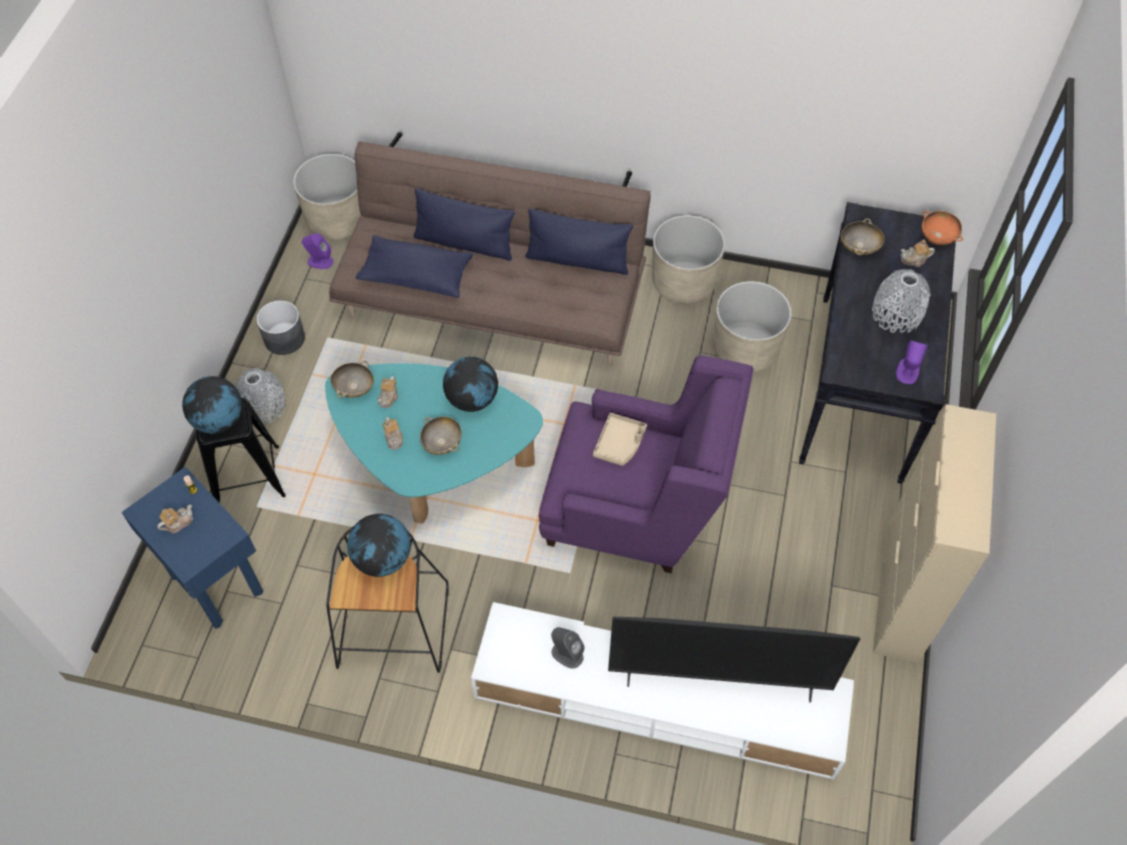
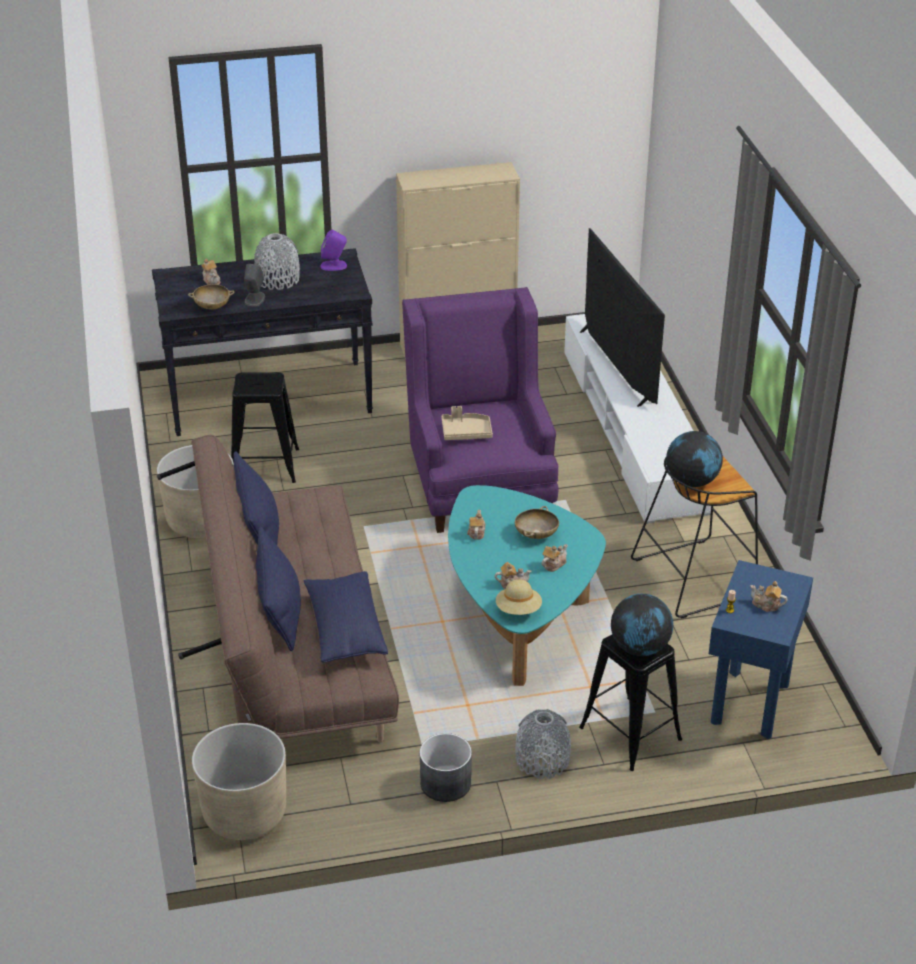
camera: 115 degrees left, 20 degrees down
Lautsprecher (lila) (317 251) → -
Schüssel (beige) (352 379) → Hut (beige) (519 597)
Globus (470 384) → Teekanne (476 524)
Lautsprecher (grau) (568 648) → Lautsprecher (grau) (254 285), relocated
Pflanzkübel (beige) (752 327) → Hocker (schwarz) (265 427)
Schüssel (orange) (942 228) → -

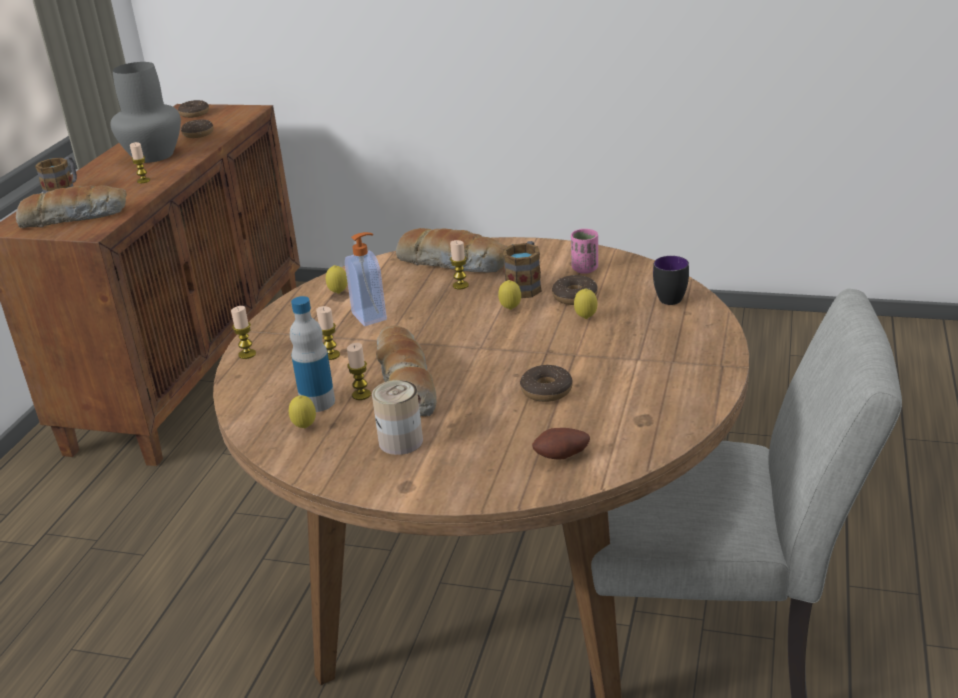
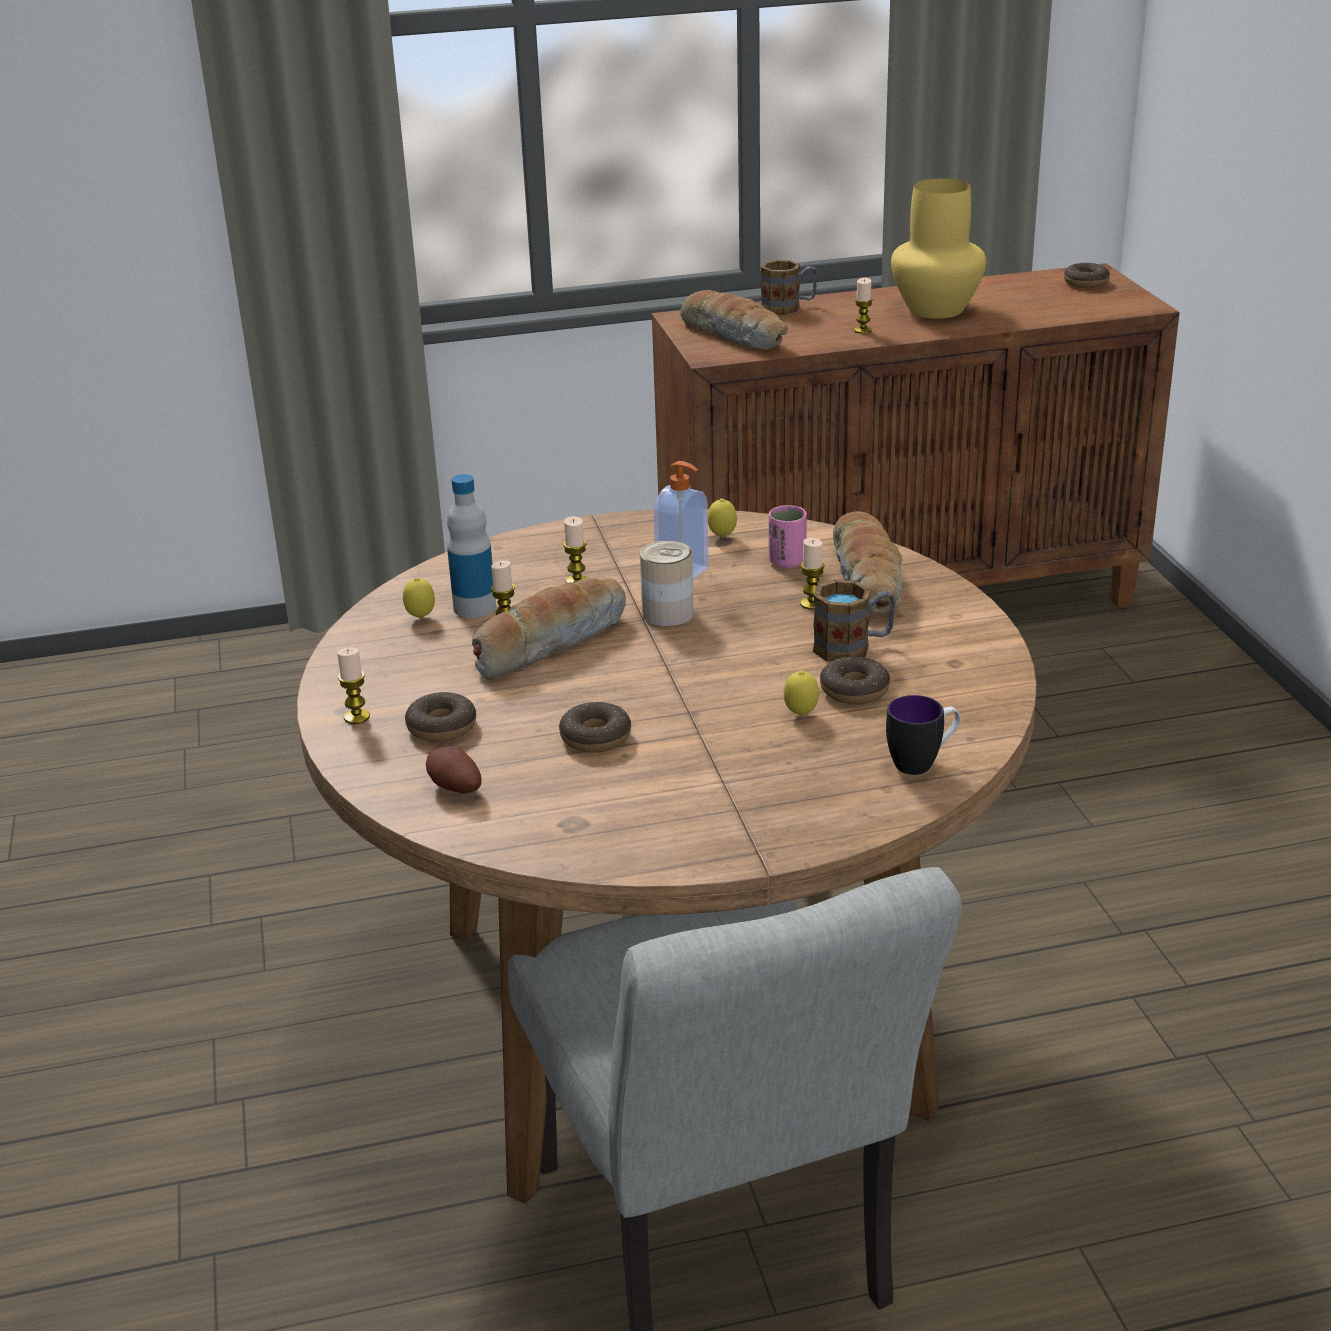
camera: 60 degrees right, 0 degrees up
Vase (grau) (145 112) → Vase (gelb) (938 248)
Donut (197 128) → Donut (440 717), relocated
Kerze (243 332) → Kerze (353 685), relocated
Dose (397 417) → Dose (667 583), relocated
Zitrone (509 295) → -
Tasse (rosa) (584 251) → Tasse (rosa) (788 536), relocated

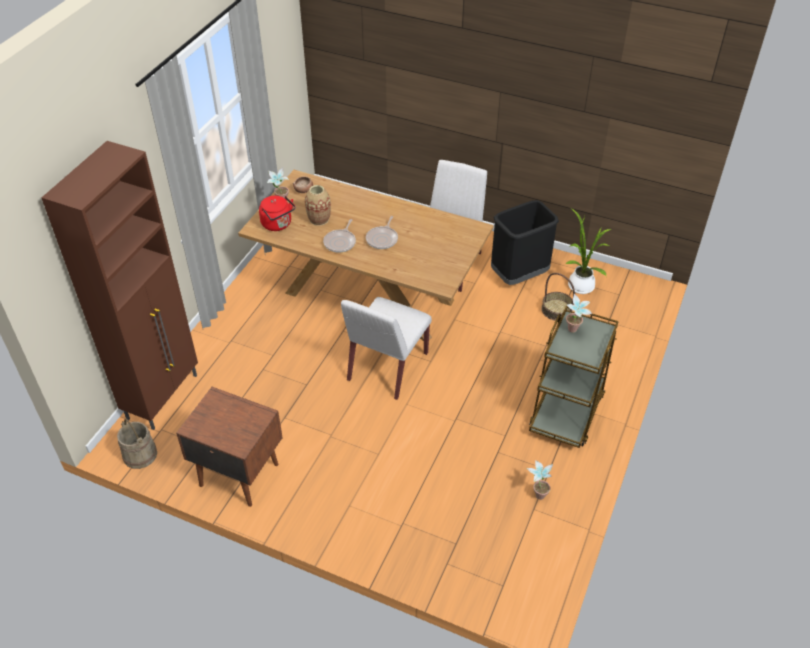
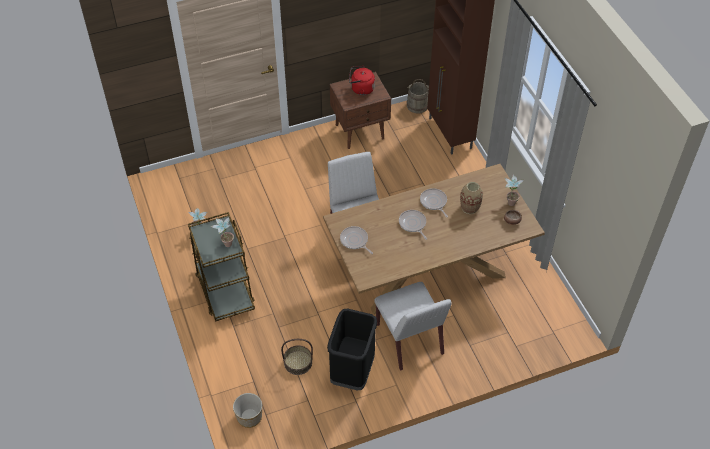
camera: 135 degrees right, 5 degrees up
Wasserkessel (rot) (277 213) → Wasserkessel (rot) (362 80), relocated
Topfpflanze (588 251) → -
- → Pflanzkübel (247 410)
- → Pfanne (356 240)

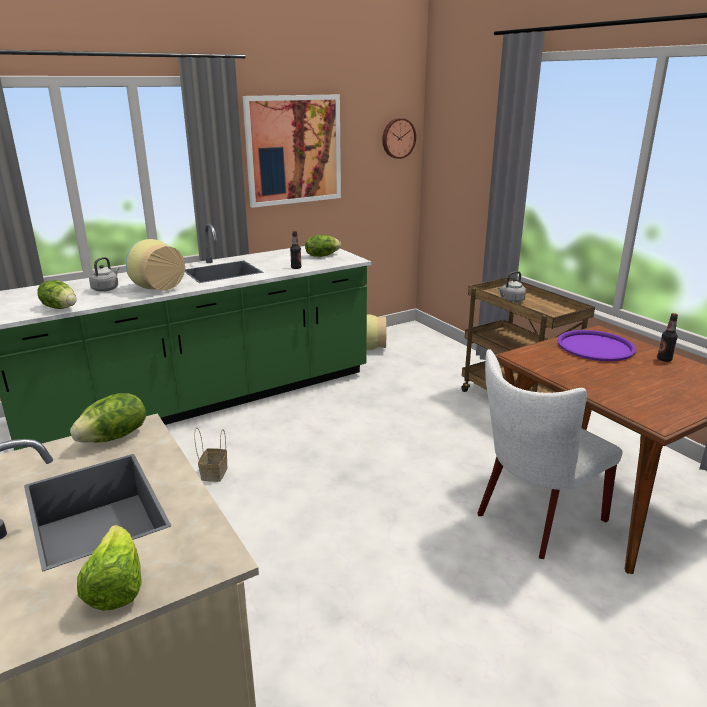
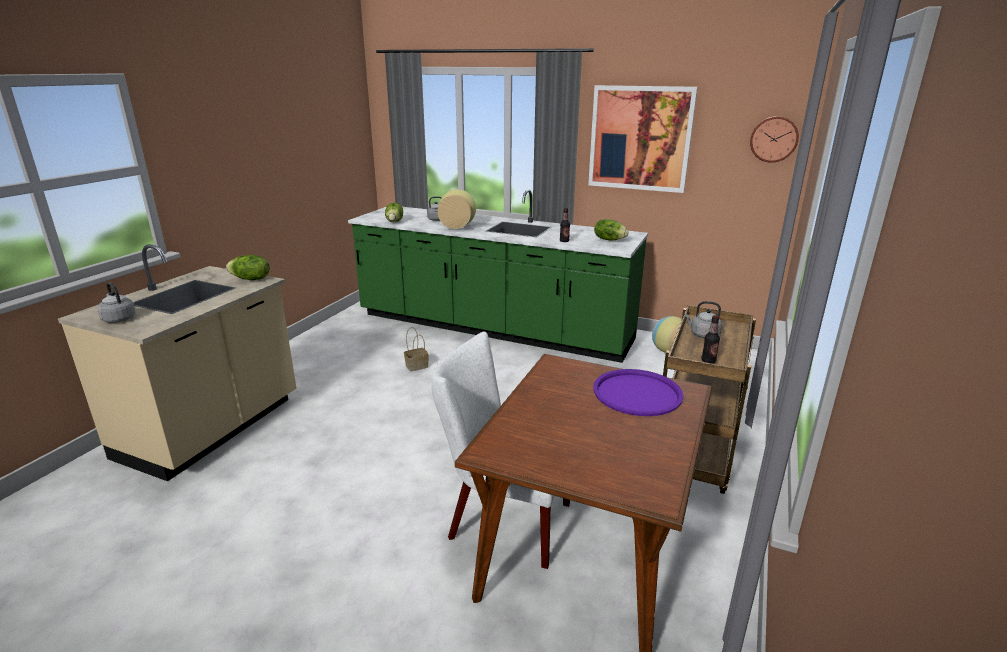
camera: 55 degrees right, 0 degrees up
Salatkopf (109 568) → Wasserkessel (grau) (116 302)
Flasche (667 337) → Flasche (710 339), relocated

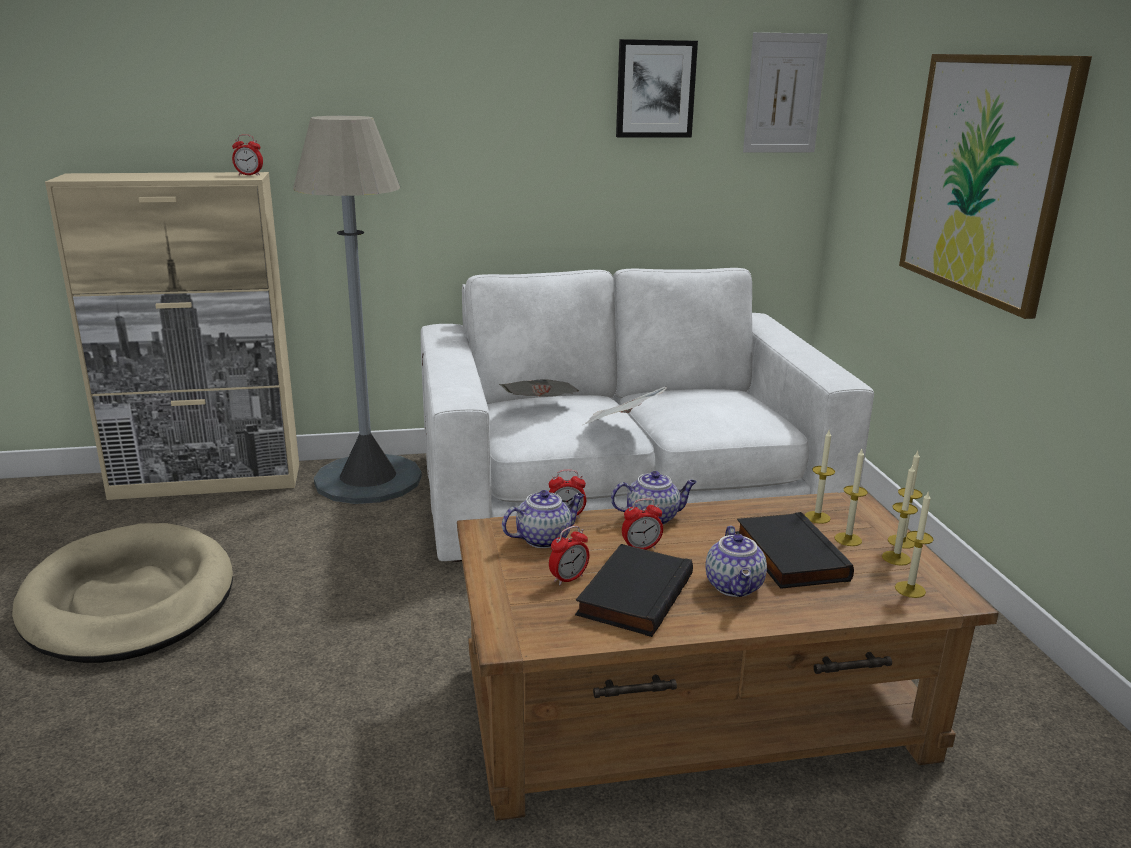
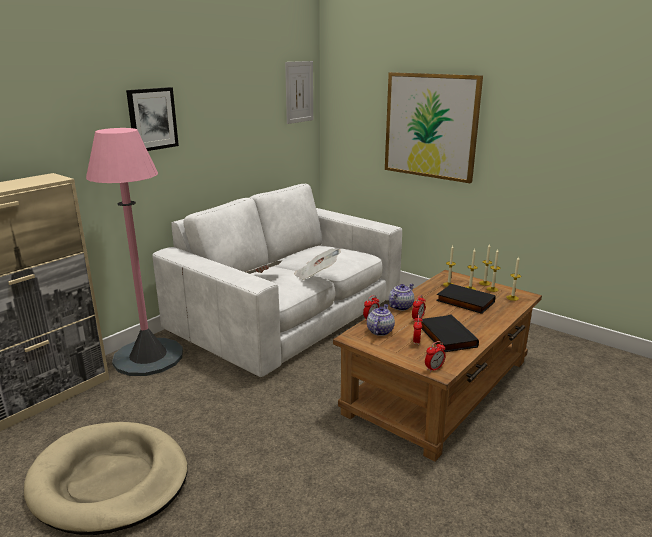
camera: 40 degrees left, 0 degrees up
Wecker (247 155) → Wecker (435 356), relocated
Stehlampe (grau) (357 310) → Stehlampe (rosa) (134 252)
Bild (657 88) → Bild (152 119), relocated
Teekanne (736 561) → -

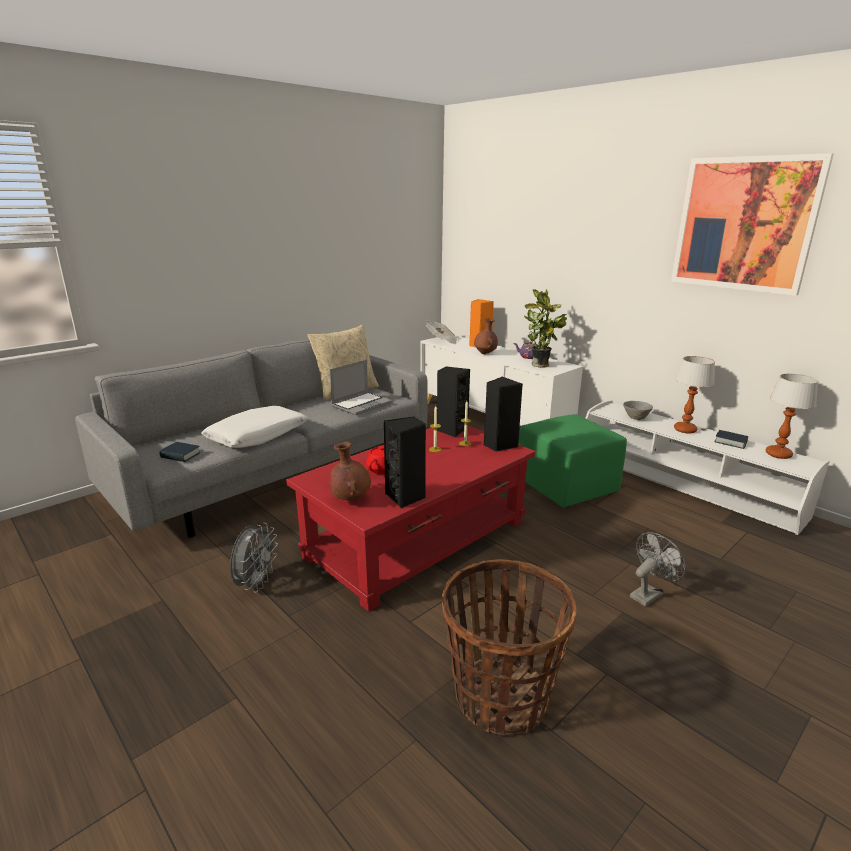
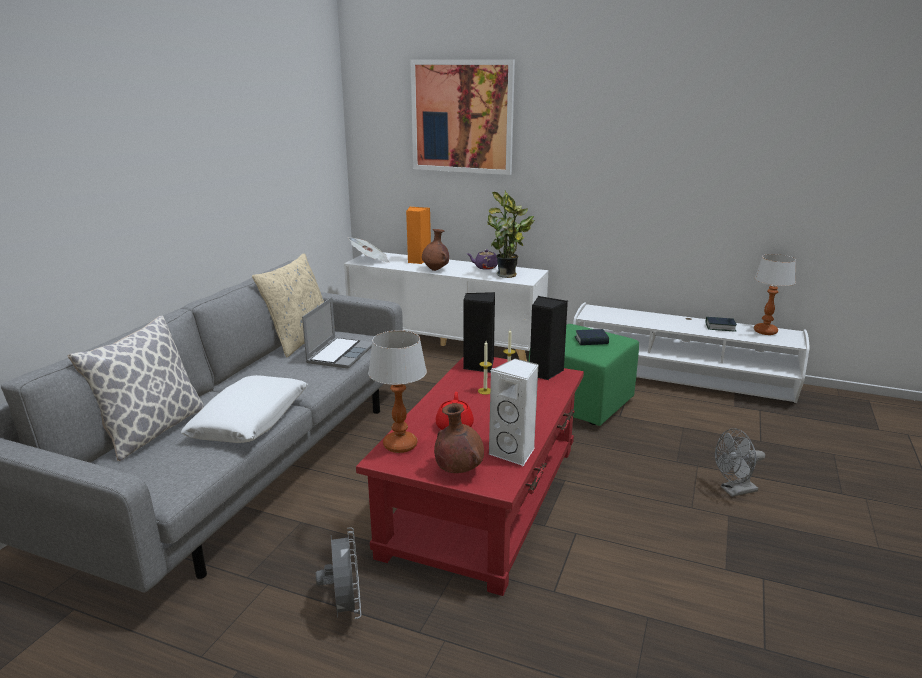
camera: 25 degrees left, 0 degrees up
Buch (180 452) → Buch (592 337), relocated
Lautsprecher (schwarz) (404 462) → Lautsprecher (weiß) (514 412)
Korb (509 647) → -
Schüssel (grau) (638 410) → -
Ventilator (grau) (658 569) → Ventilator (grau) (740 462), 135 degrees counterclockwise
Bild (752 224) → Bild (462 117), relocated
Tischlampe (694 395) → Tischlampe (397 391), relocated
- → Kissen (136 388)

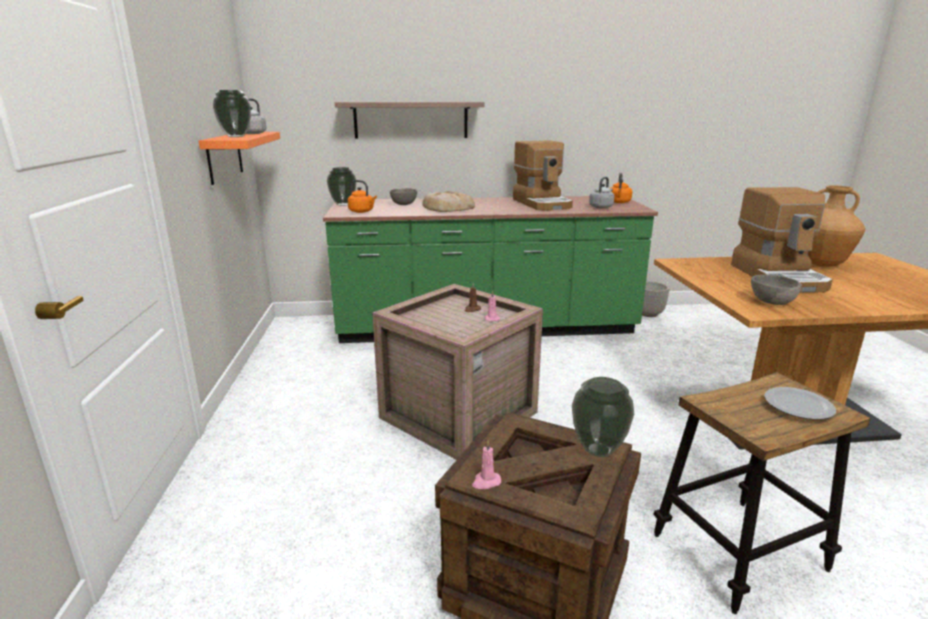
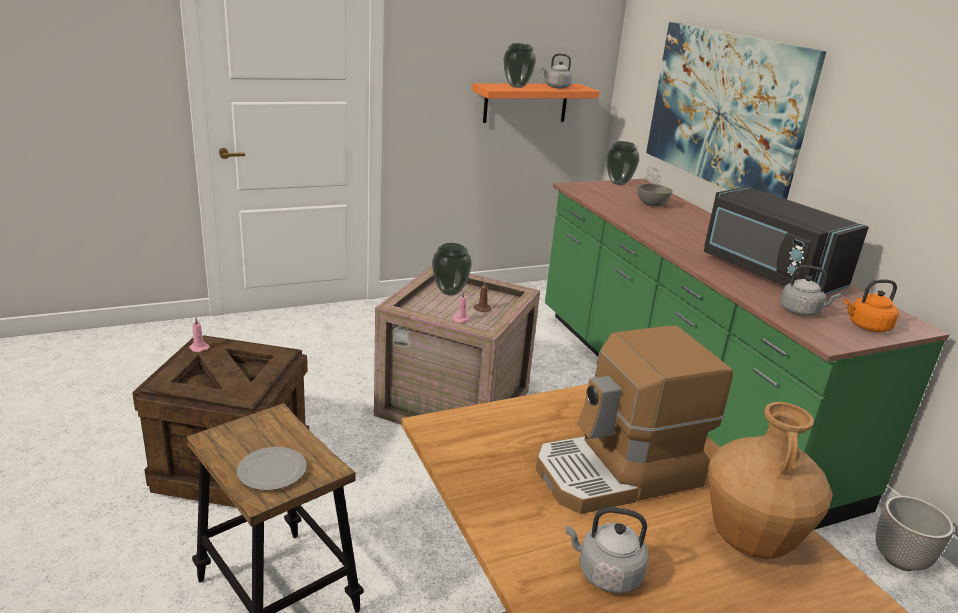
camera: 70 degrees right, 5 degrees up
Wandregal (409 120) → Bild (736 110)
Wasserkessel (orange) (362 196) → -
Brot (448 201) → -
Kaffeemaschine (543 175) → Mikrowelle (schwarz) (786 241)
Vase (603 417) → Vase (452 269), relocated
Schüssel (grau) (776 289) → -
- → Wasserkessel (grau) (607 550)

